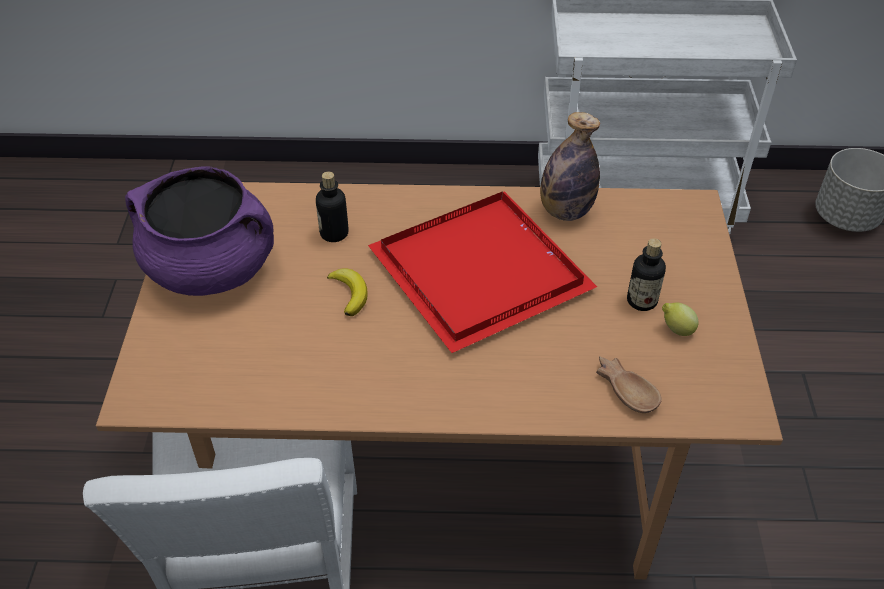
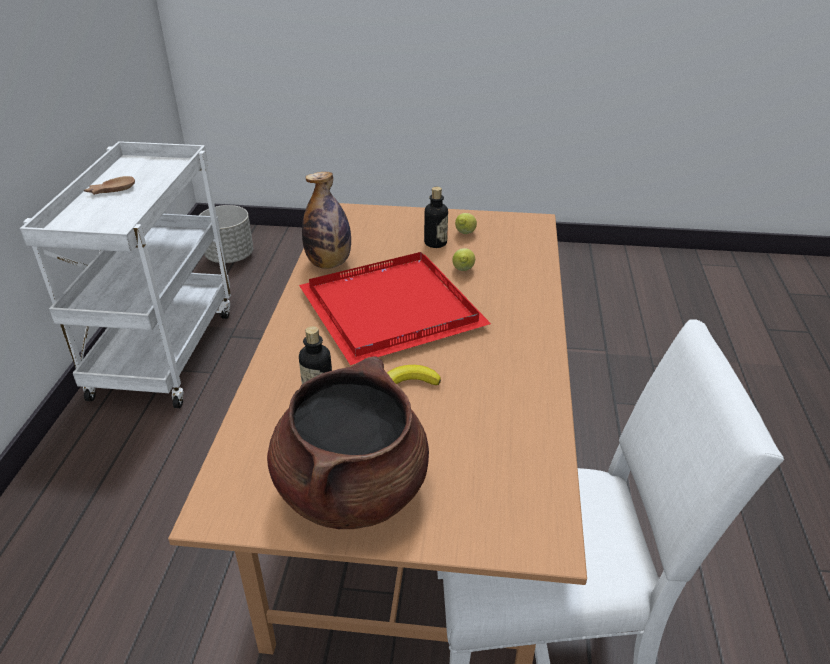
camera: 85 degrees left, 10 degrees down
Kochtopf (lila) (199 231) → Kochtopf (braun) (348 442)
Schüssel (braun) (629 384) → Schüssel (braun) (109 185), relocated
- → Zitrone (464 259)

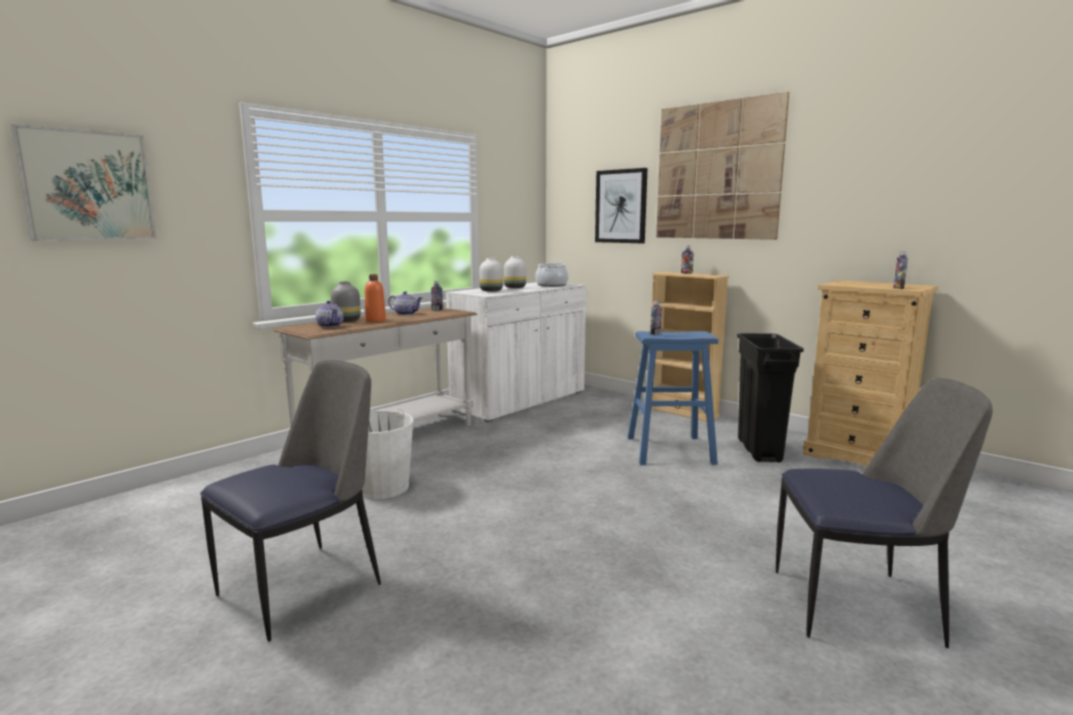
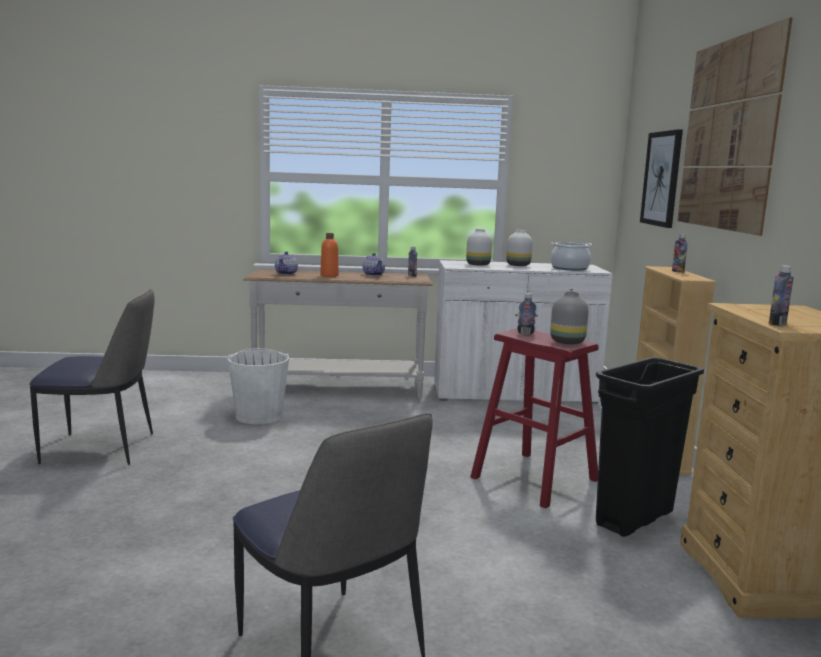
camera: 45 degrees right, 0 degrees up
Bild (83 182) → -
Vase (grau) (346 301) → Vase (grau) (569 317), relocated
Hocker (blau) (673 398) → Hocker (rot) (534 418)

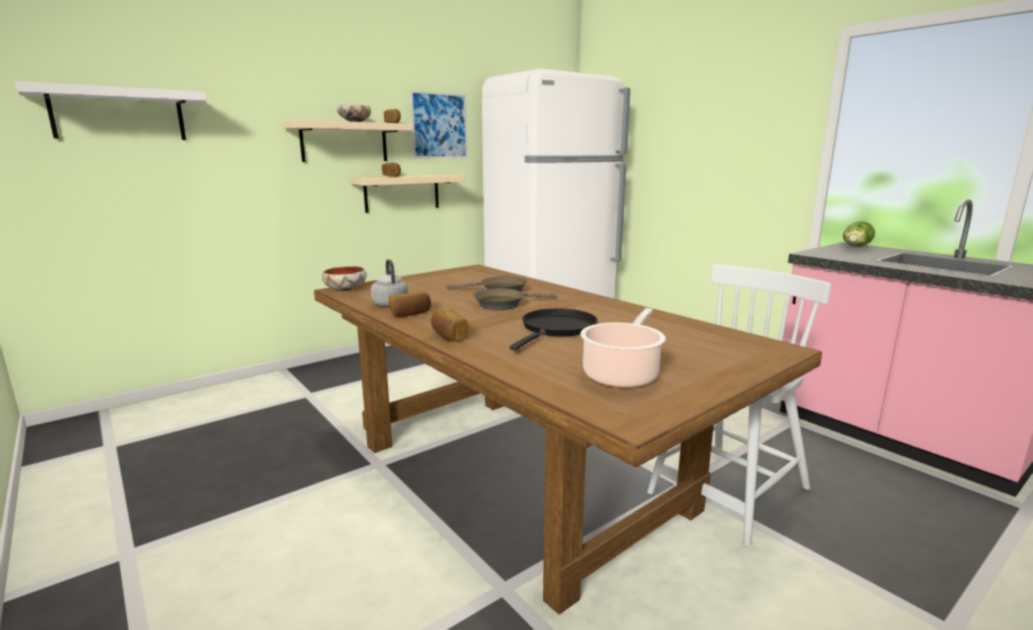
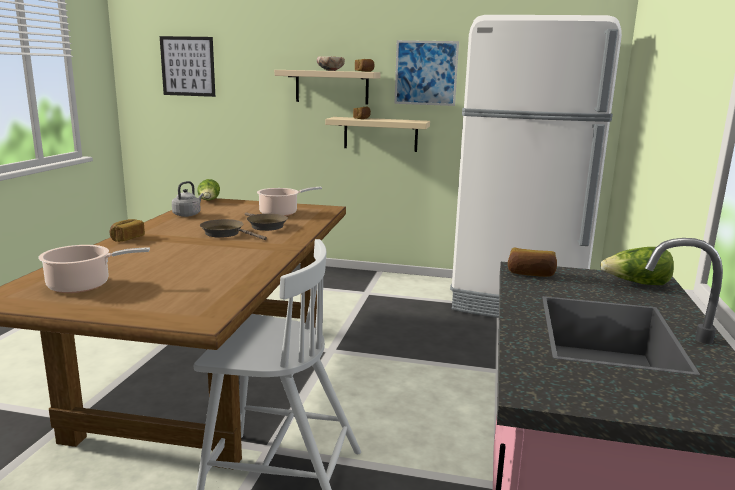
camera: 50 degrees right, 0 degrees up
Wandregal (weiß) (110 110) → Bild (187 66)
Schüssel (344 279) → Salatkopf (208 189)
Brot (410 304) → Brot (532 262), relocated
Pfanne (schwarz) (554 329) → -
- → Kochtopf (289 201)

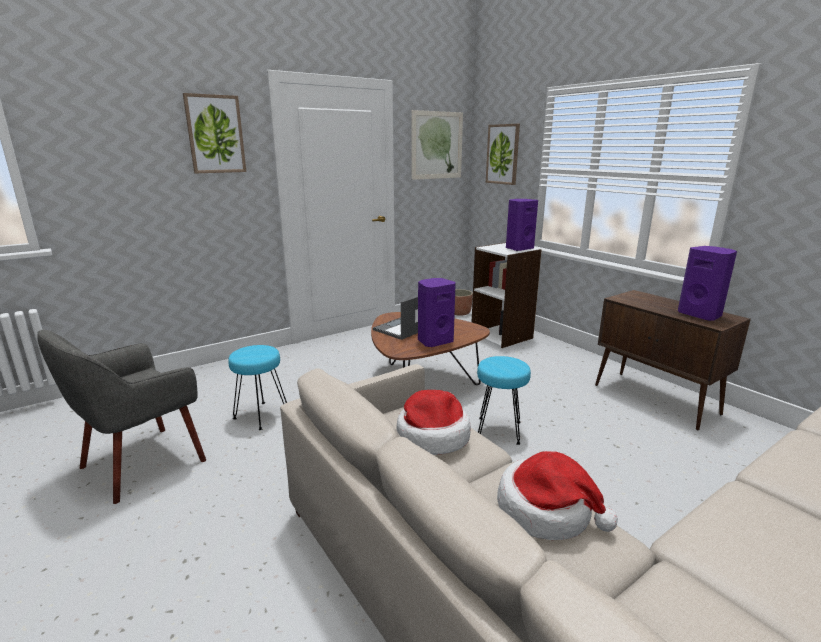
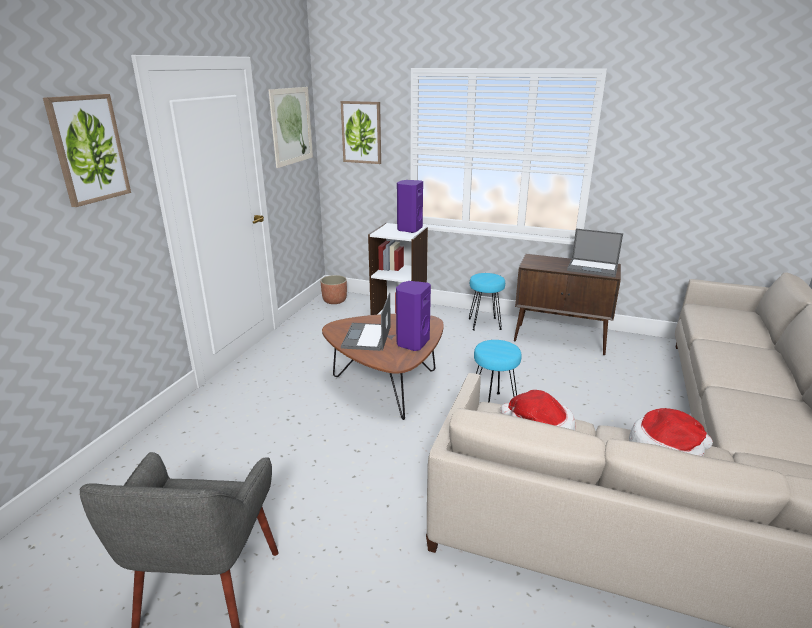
camera: 35 degrees left, 5 degrees up
Hocker (türkis) (257 387) → Hocker (türkis) (486 302), relocated
Lautsprecher (lila) (707 283) → Laptop (595 253)

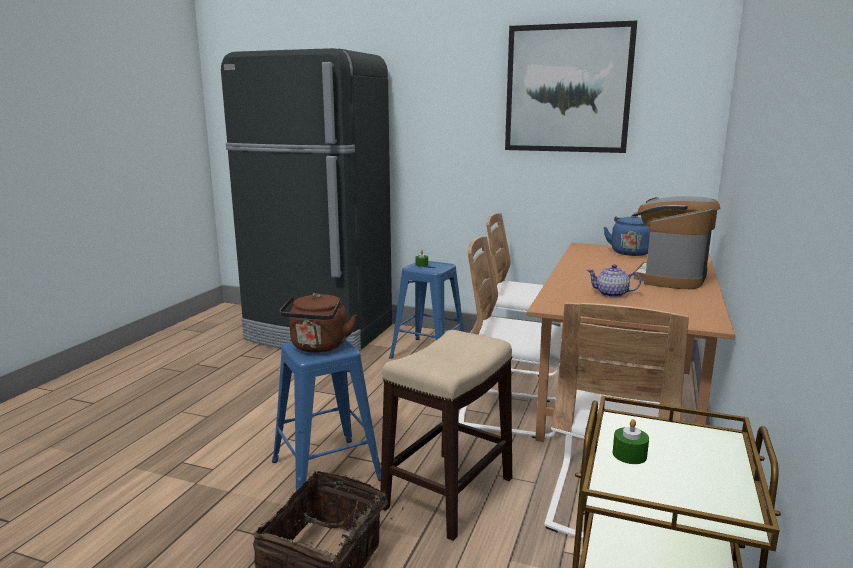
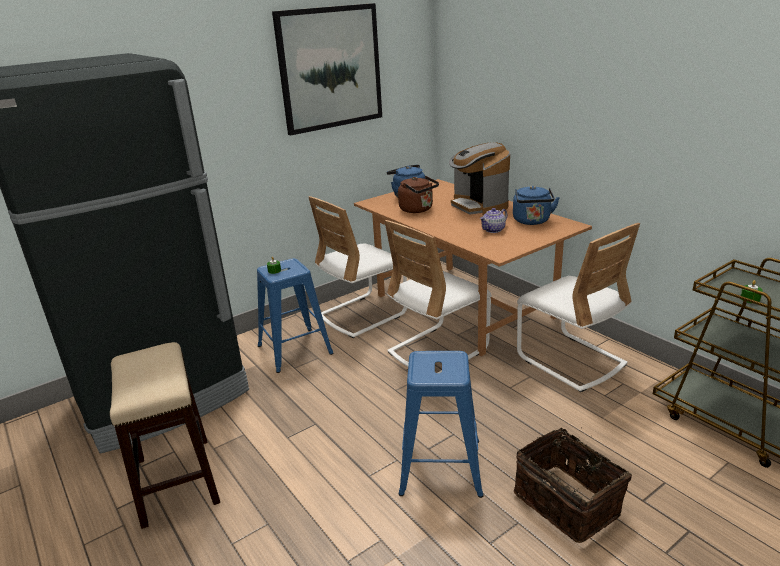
camera: 55 degrees left, 10 degrees up
Wasserkessel (braun) (318 323) → Wasserkessel (braun) (418 194), relocated
Hocker (446 435) → Hocker (165 435), relocated
- → Wasserkessel (blau) (536 205)

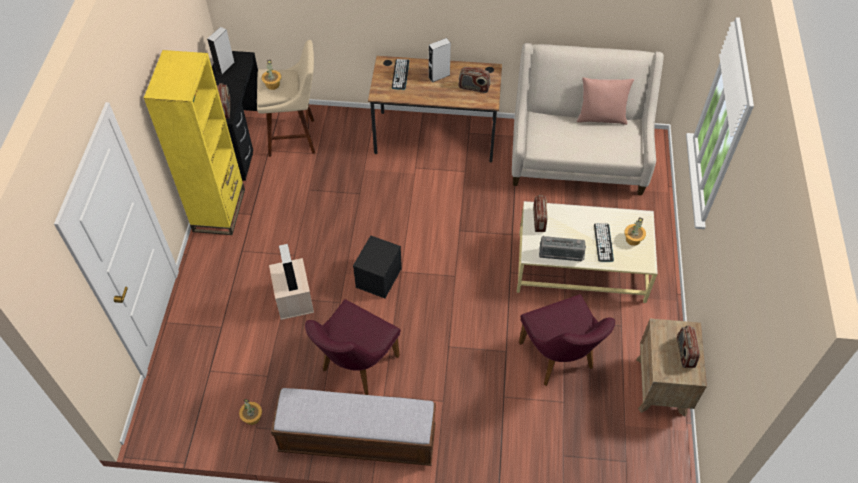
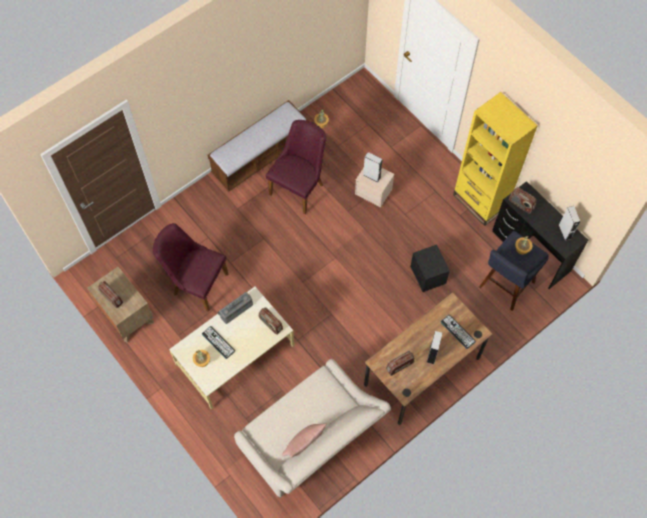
camera: 135 degrees right, 10 degrees up
Hocker (beige) (286 98) → Hocker (blau) (514 271)
Stuhl (lila) (353 347) → Stuhl (lila) (295 167), 45 degrees clockwise
Aufbewahrungsbox (schwarz) (377 267) → Aufbewahrungsbox (schwarz) (430 268), relocated

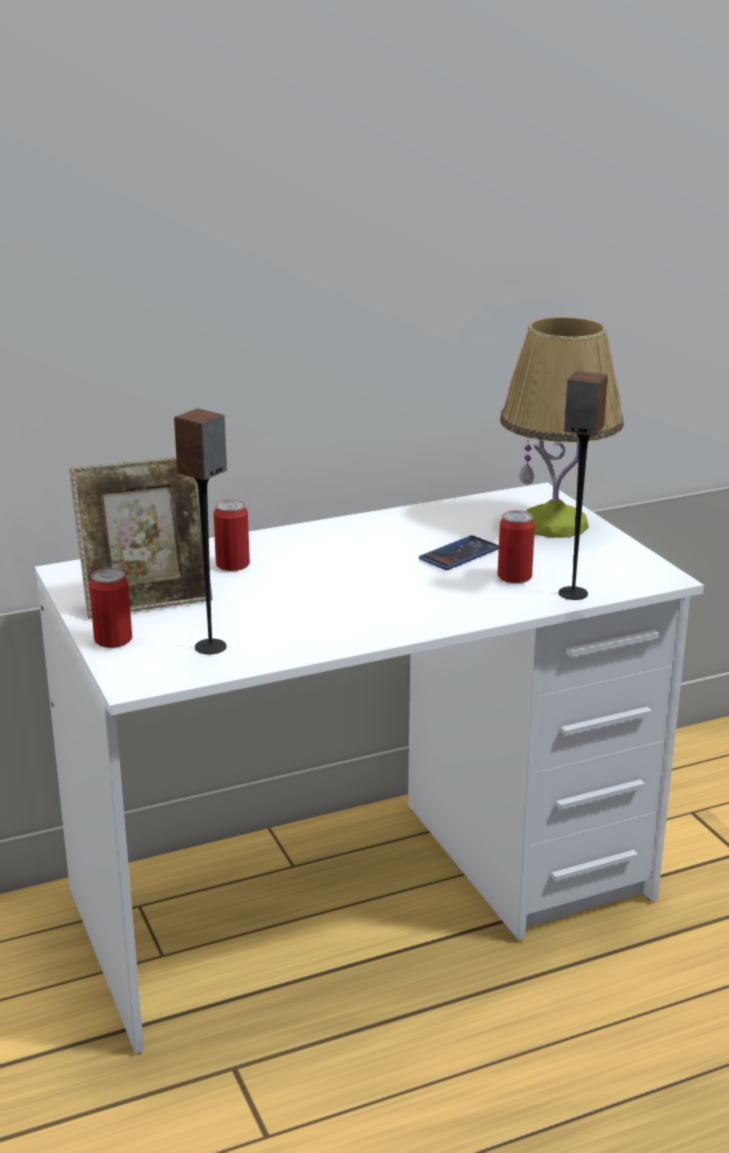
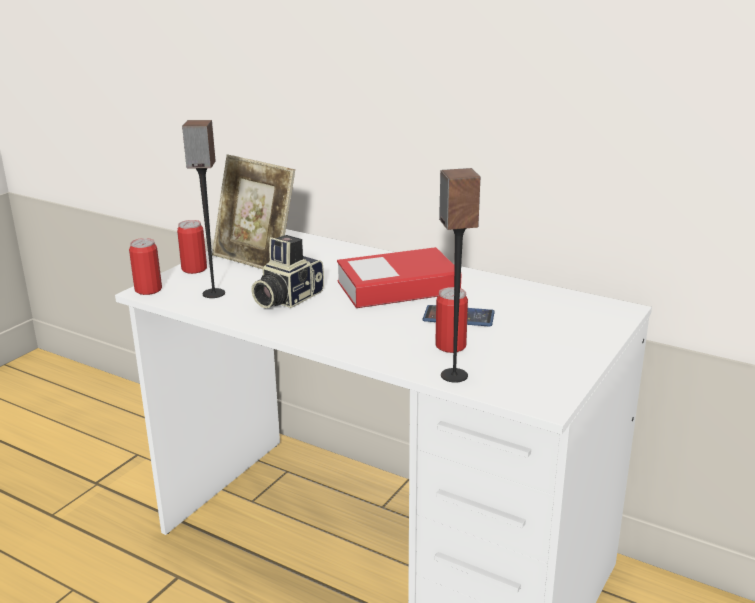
camera: 55 degrees right, 0 degrees up
Dose (232 535) → Dose (145 266), relocated
Tischlampe (562 427) → -
- → Kamera (287 271)
- → Buch (399 277)

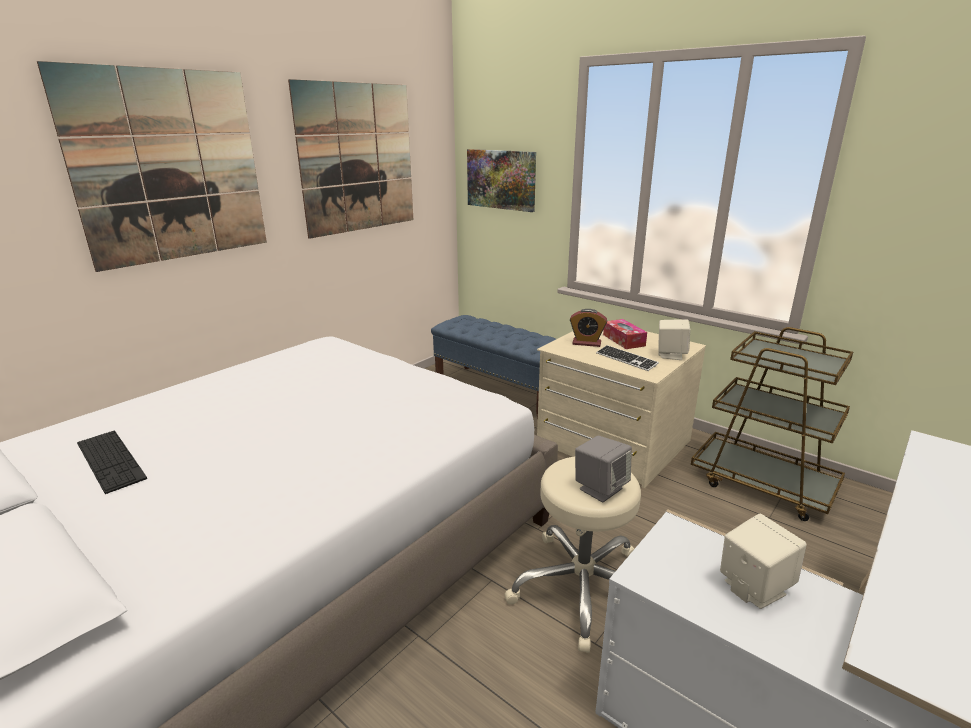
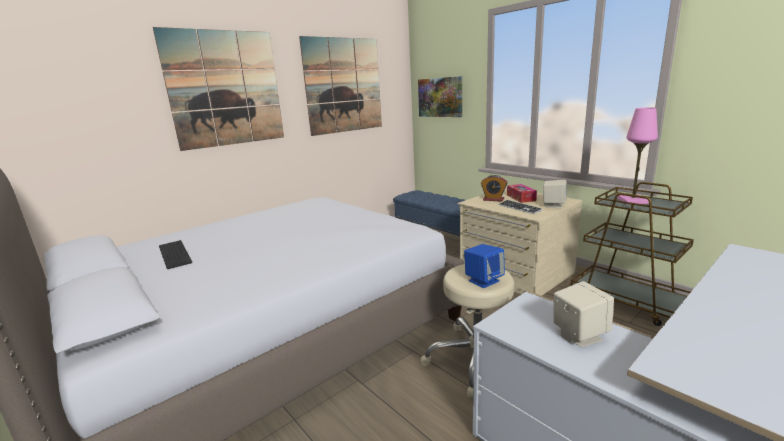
camera: 10 degrees right, 5 degrees down
Lautsprecher (grau) (603 469) → Lautsprecher (blau) (484 266)
- → Tischlampe (rosa) (637 156)

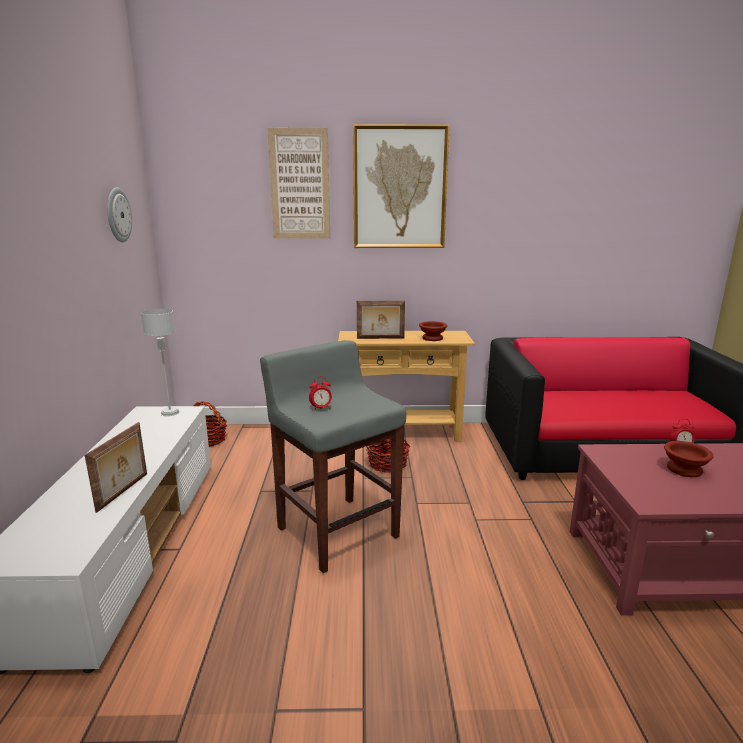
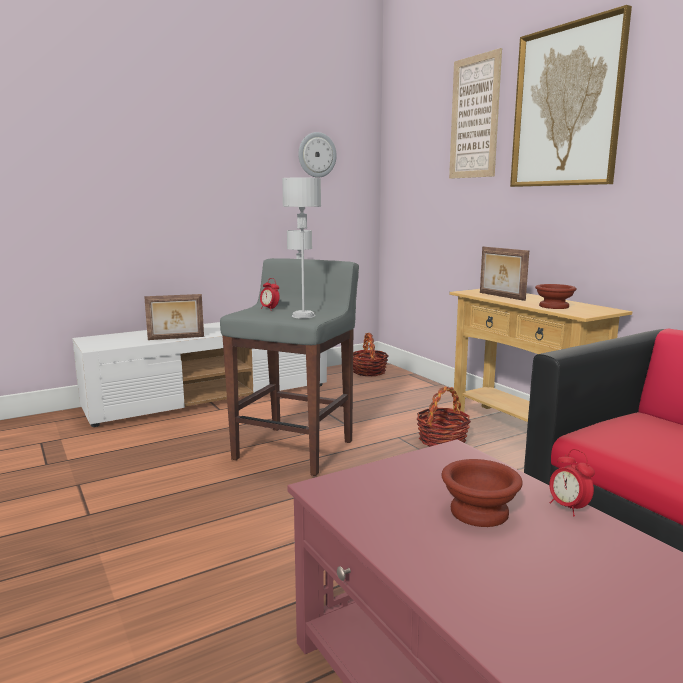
camera: 60 degrees right, 5 degrees down
- → Tischlampe (grau) (301 248)

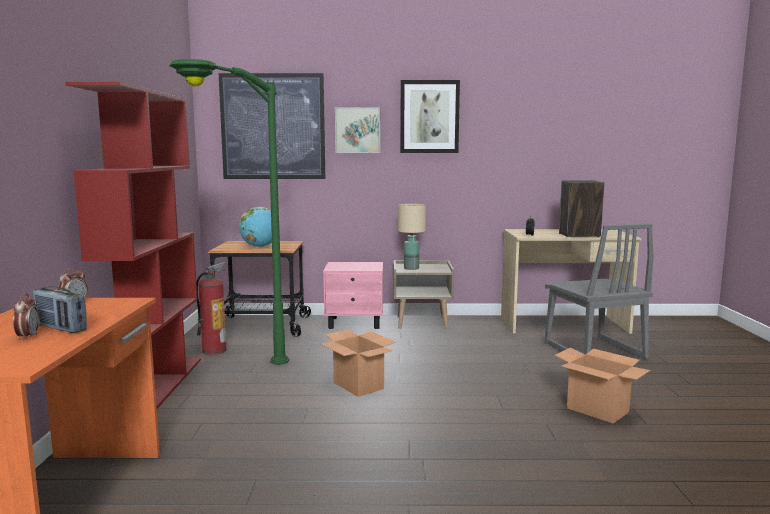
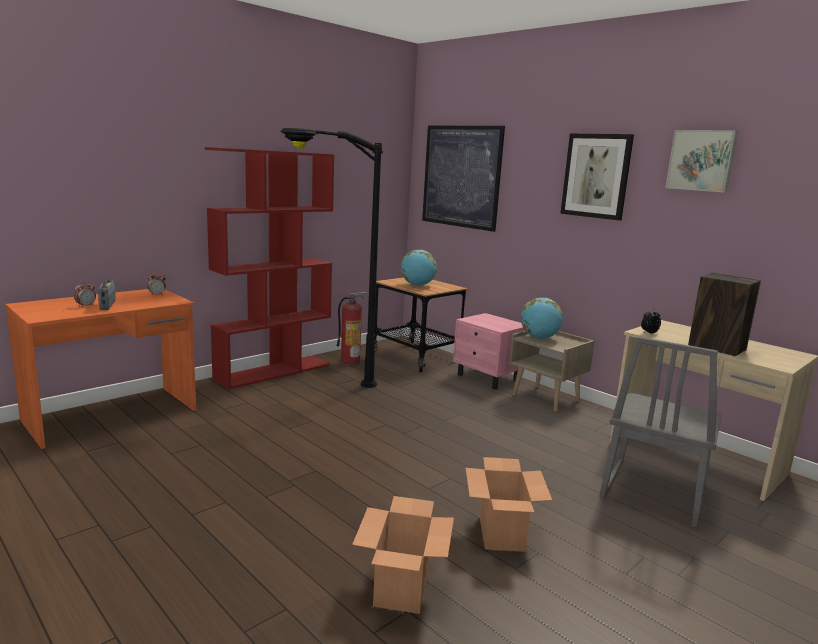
camera: 45 degrees right, 5 degrees up
Stehlampe (grün) (229 212) → Stehlampe (schwarz) (331 258)
Karton (358 363) → Karton (403 555), relocated
Bild (357 130) → Bild (701 161), relocated
Tischlampe (beige) (412 237) → Globus (542 318)

